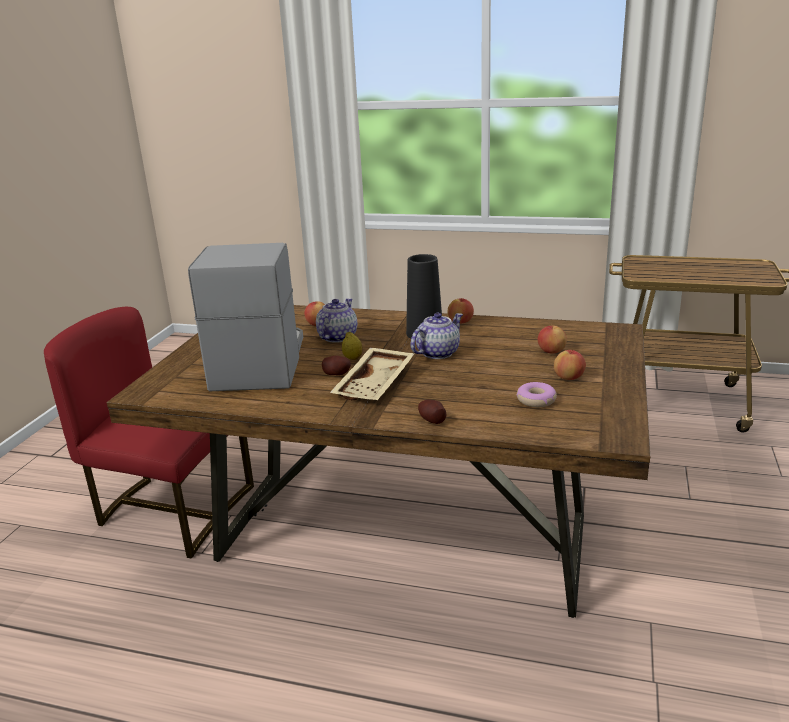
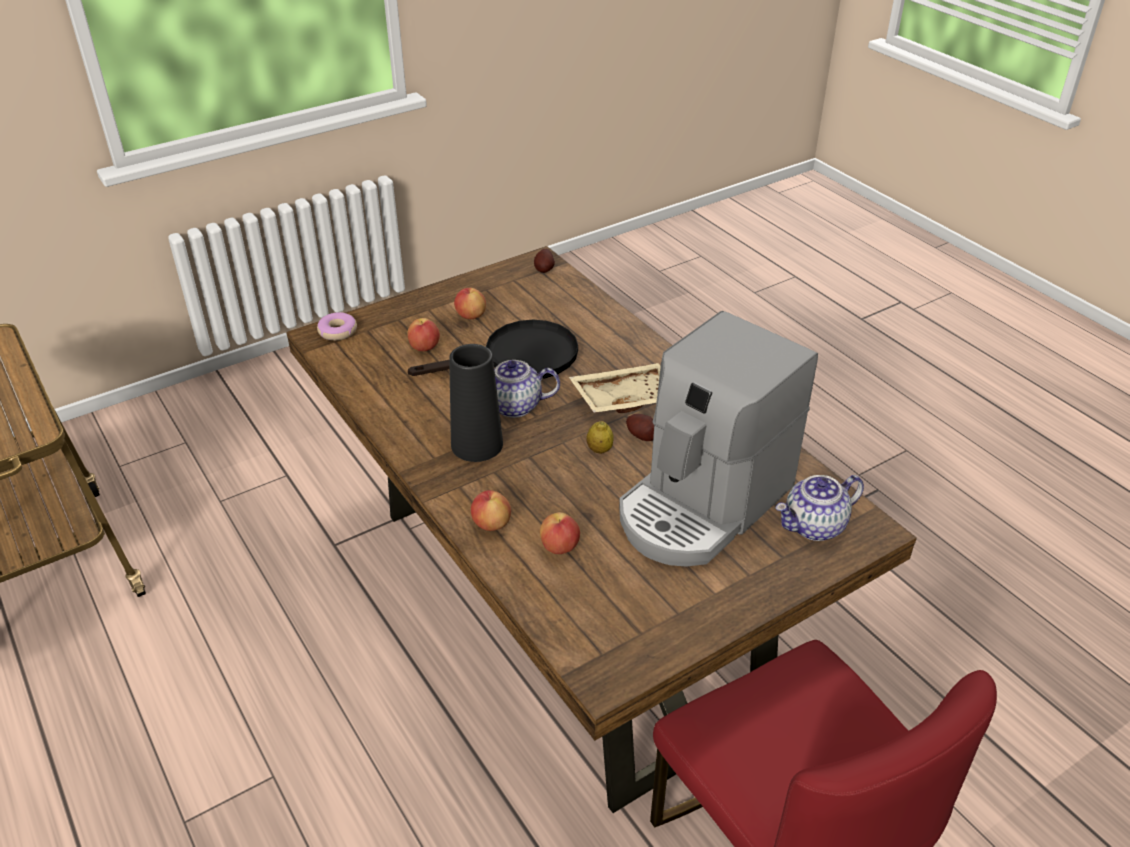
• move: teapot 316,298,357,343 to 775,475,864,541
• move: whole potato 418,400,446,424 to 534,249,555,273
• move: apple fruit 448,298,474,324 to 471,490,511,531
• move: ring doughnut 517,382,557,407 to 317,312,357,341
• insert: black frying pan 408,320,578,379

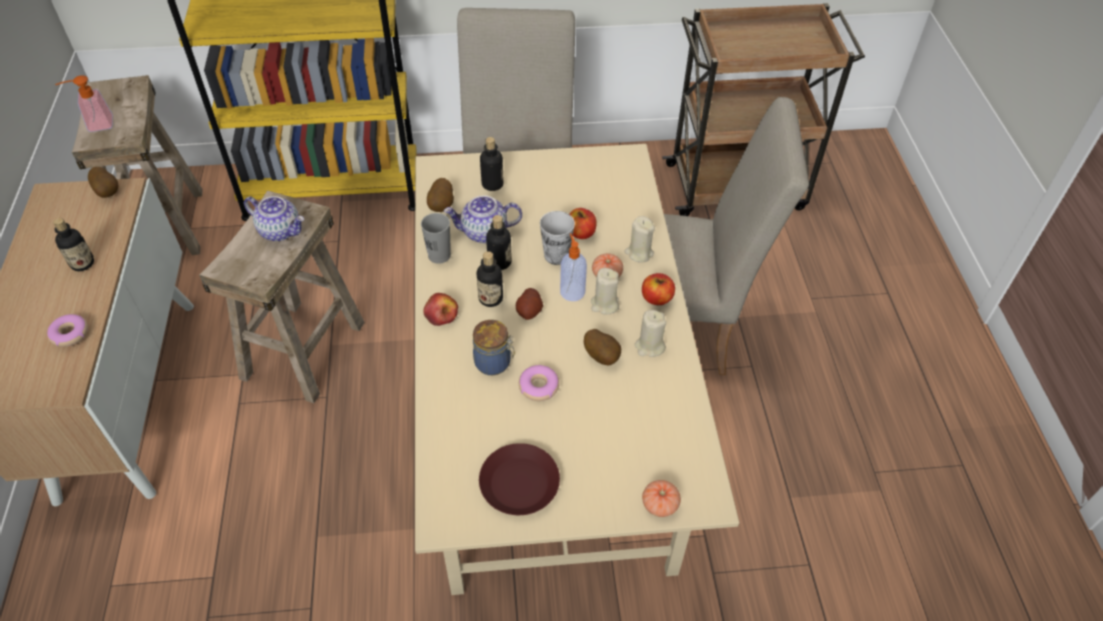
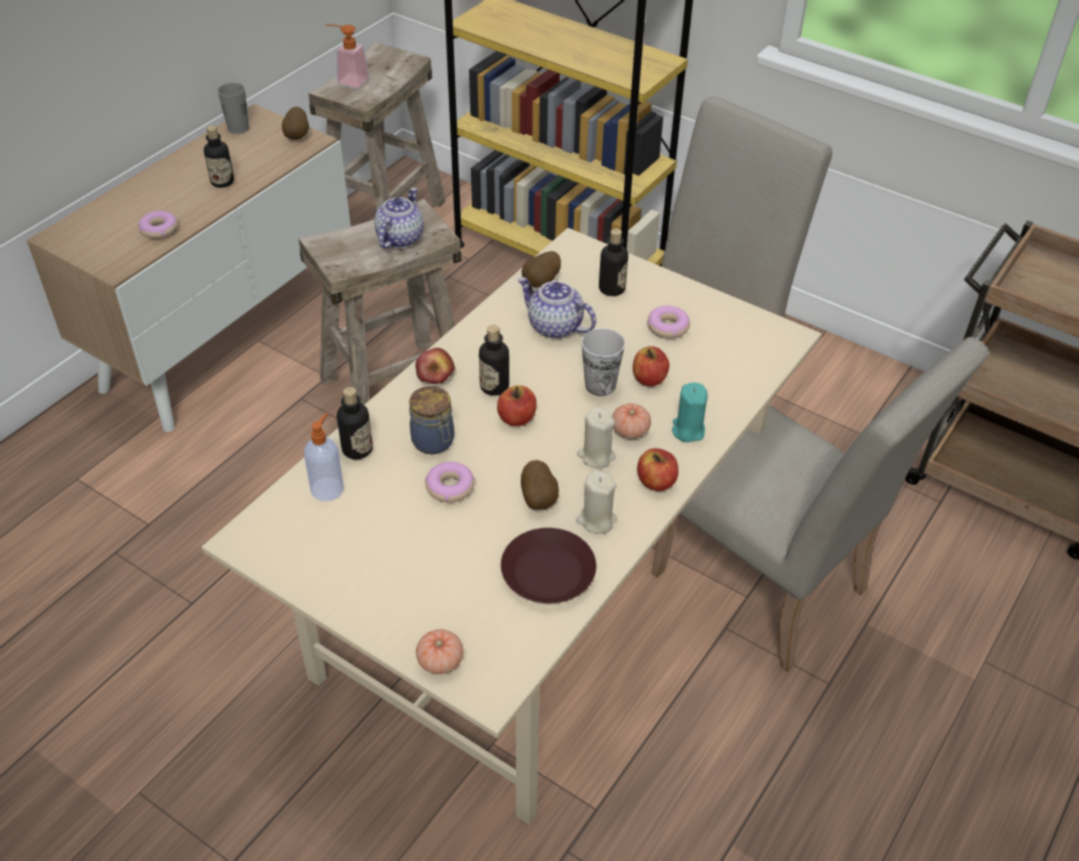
• rotate: teapot 244,196,304,241 = 374,188,424,249 135 degrees counterclockwise
• move: grey small cup 421,213,451,264 to 217,83,249,134
• move: brown-coloured dinner plate 479,443,560,515 to 501,528,596,603
• move: bottle 486,215,512,270 to 337,387,373,459
• replace: whole potato 516,288,543,320 to apple fruit 497,385,537,426
• move: soap bottle 560,233,587,301 to 304,413,344,501
• recolor: beige wax light 624,216,655,263 to turquoise-coloured wax light 672,382,708,442
• insert: ring doughnut 647,306,690,339

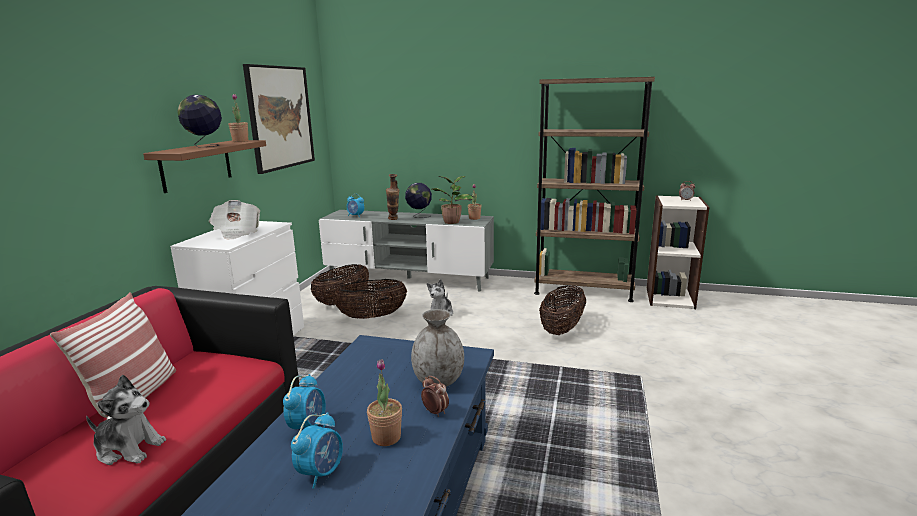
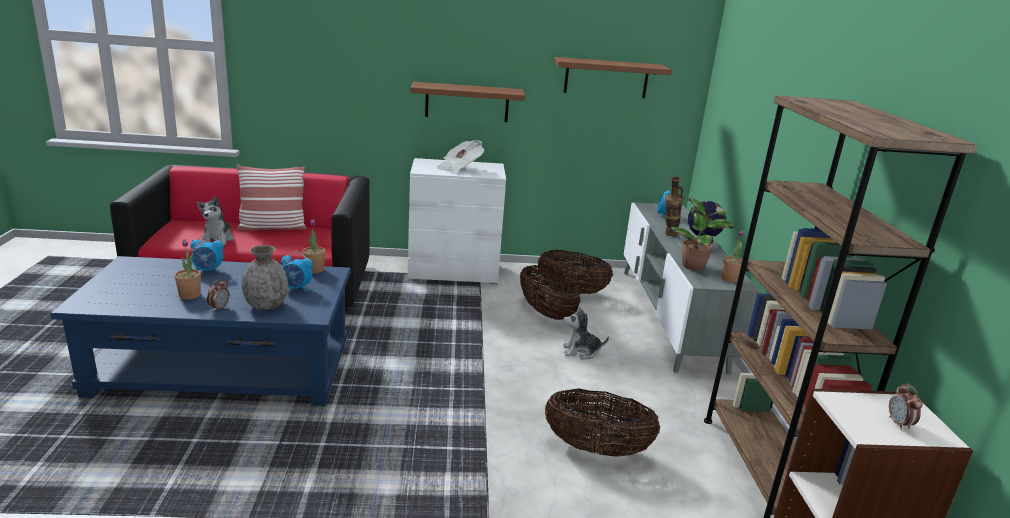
• delete: globe 177,95,222,148
• move: plant in a pot 228,94,249,142 to 303,219,325,273
• replace: wall picture 243,64,315,174 to brown-coloured wall shelf 554,57,672,98
• move: bedside clock 291,412,343,489 to 281,252,313,292

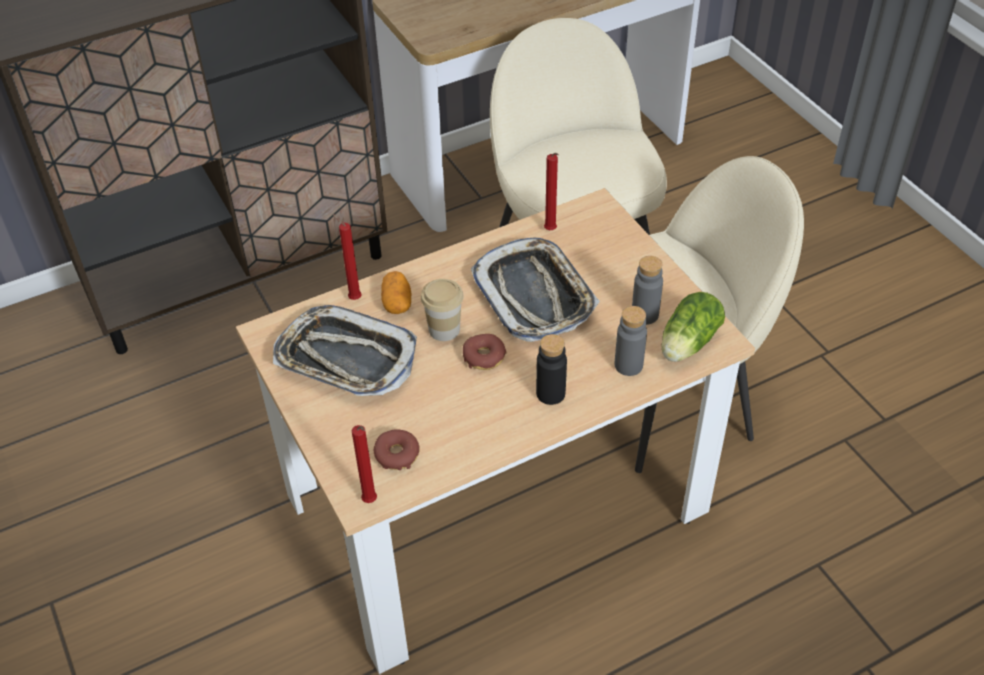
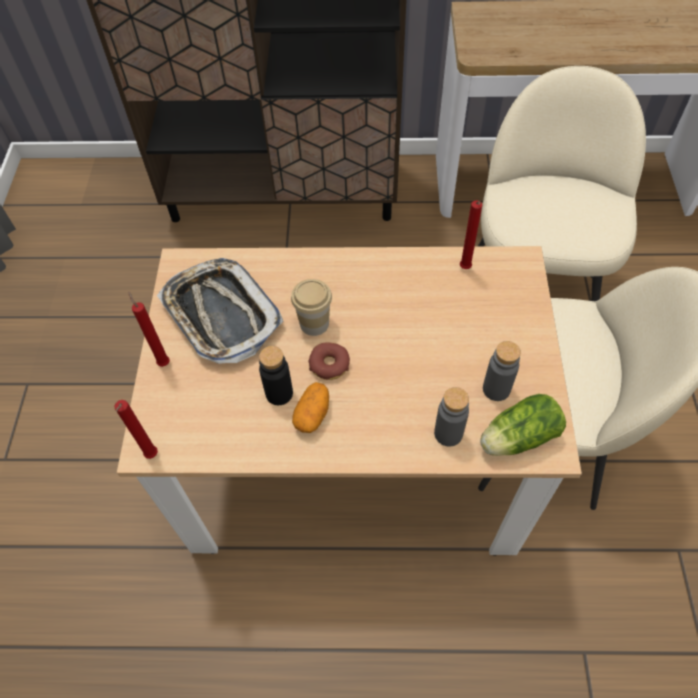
• move: red wax light 333,214,361,300 to 128,292,170,367
• delete: ring doughnut 374,429,420,470
• move: whole potato 381,271,411,314 to 292,382,329,433
• delete: tray 471,238,600,342
• move: black bottle 536,334,567,405 to 259,346,293,405

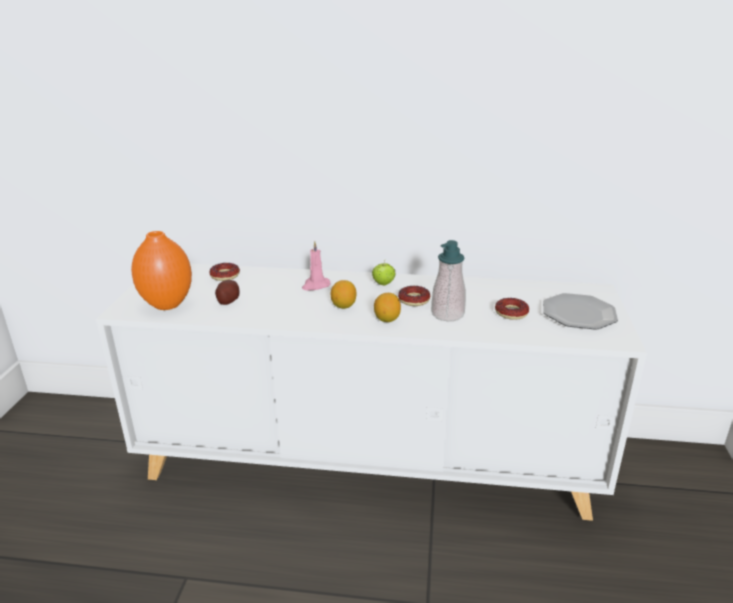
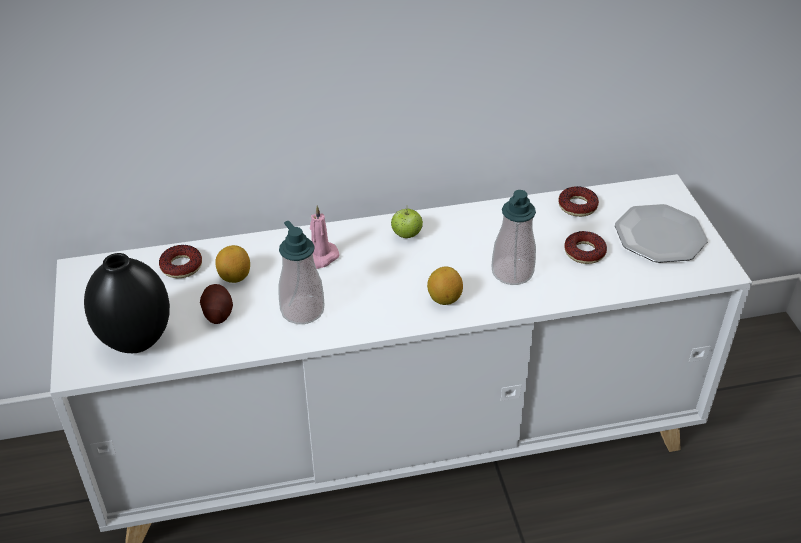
• recolor: orange flower vase 131,231,192,310 to black flower vase 84,253,170,353
• move: lemon 331,280,356,309 to 215,245,250,283
• move: ring doughnut 398,286,430,306 to 559,186,599,217
• insert: soap bottle 278,221,325,324

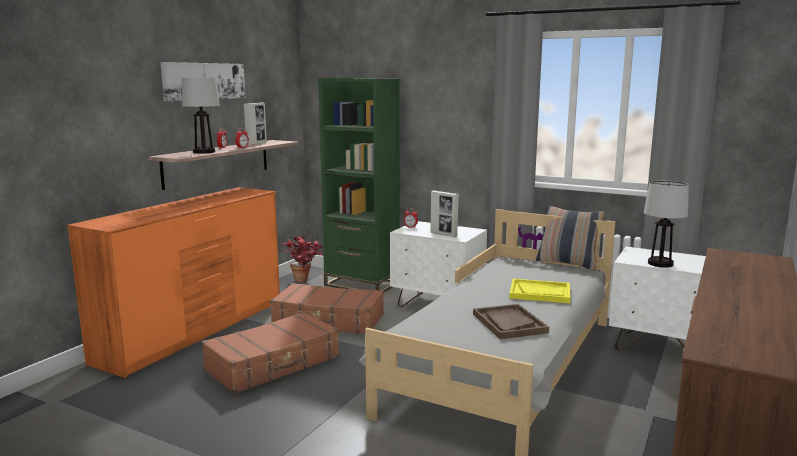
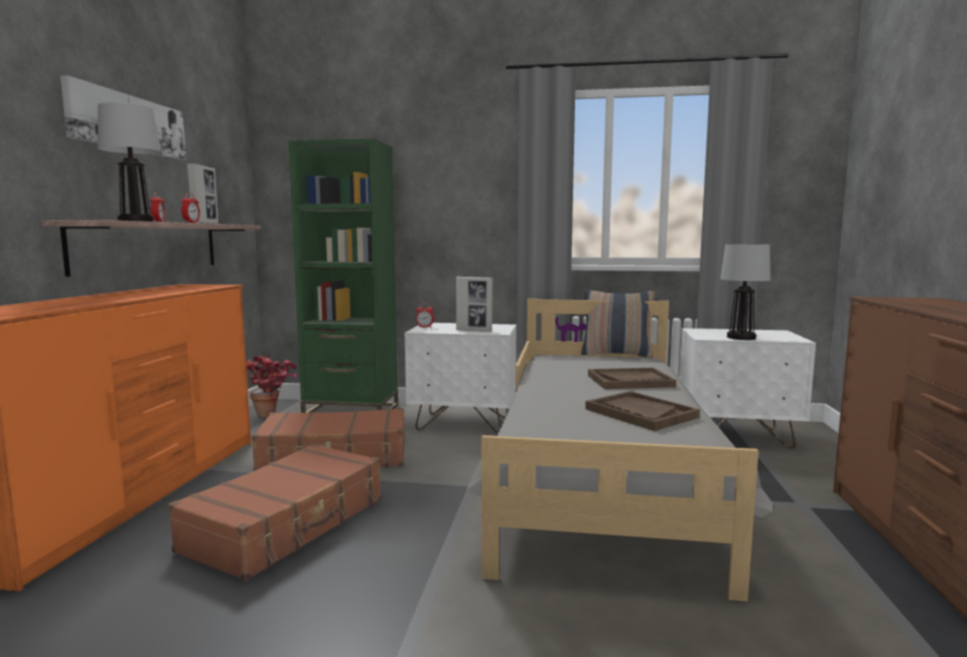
• recolor: yellow tray 509,279,570,303 to brown-coloured tray 588,368,676,389

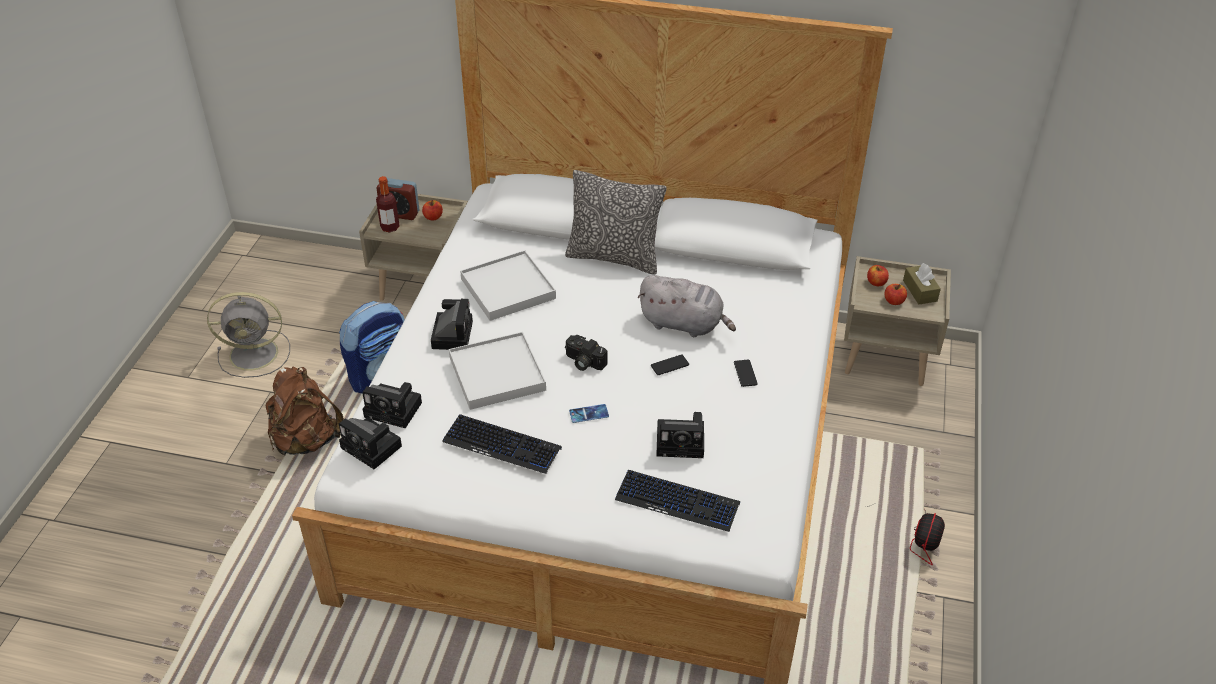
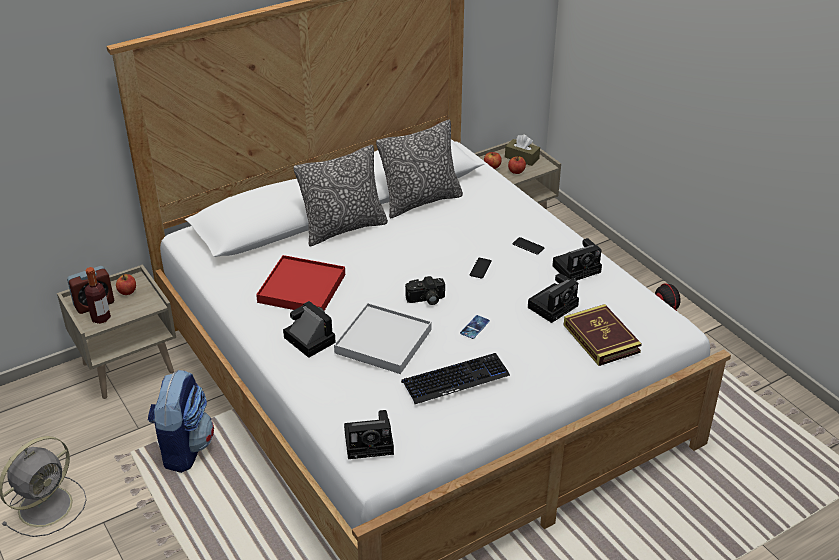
• delete: brown-coloured backpack 266,367,344,455
• move: photo camera 362,382,422,428 to 552,238,602,281
• recolor: whitish tray 460,250,556,321 to red tray 256,255,345,311
• replace: PC keyboard 615,470,740,532 to book 564,304,642,366
• delete: grey soft toy 638,275,736,337
• insert: throw pillow 376,120,463,218

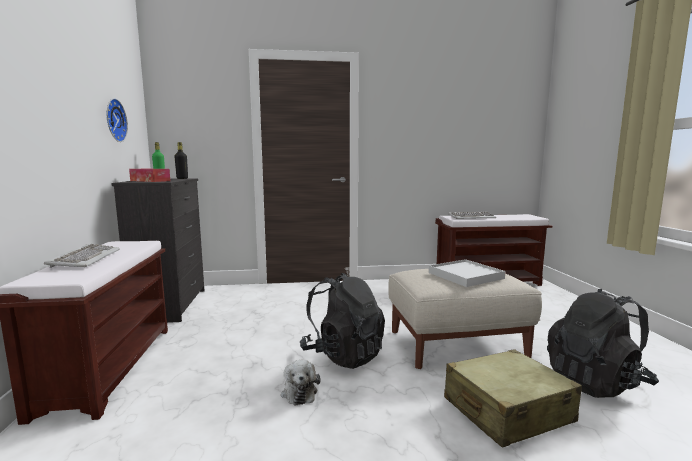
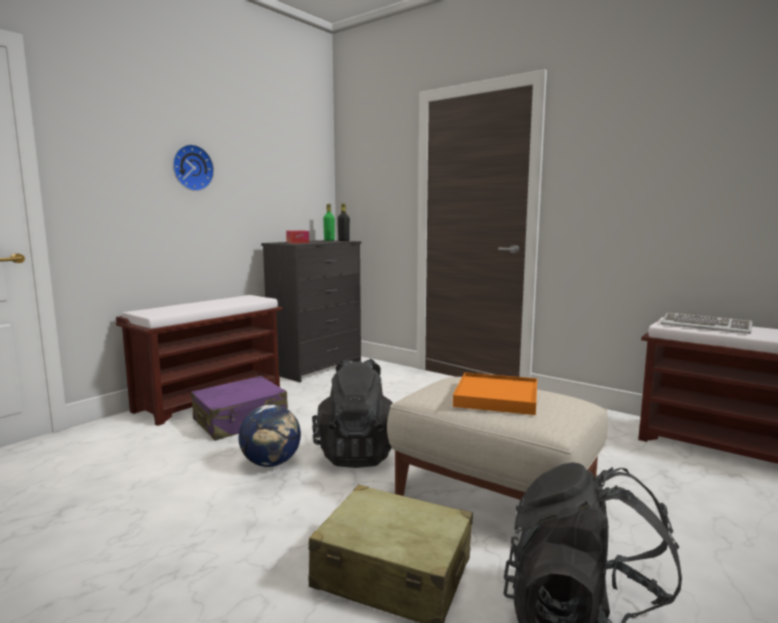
• delete: PC keyboard 44,244,120,268
• move: wall clock 107,98,128,142 to 173,144,214,191
• replace: soft toy 281,360,321,405 to globe 238,404,301,467
• recolor: whitish tray 429,259,505,287 to orange tray 453,372,537,415
• insert: purple-coloured travel case 191,376,288,441

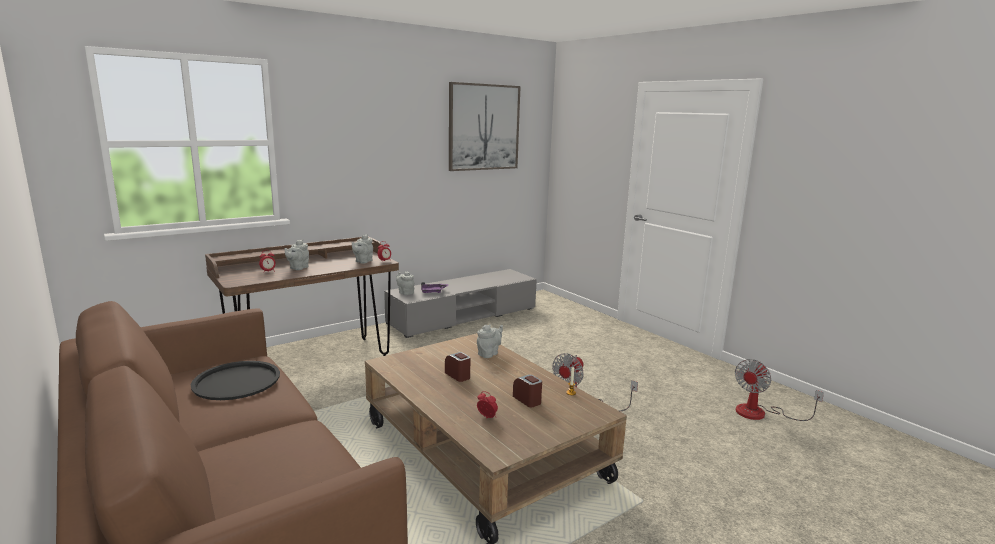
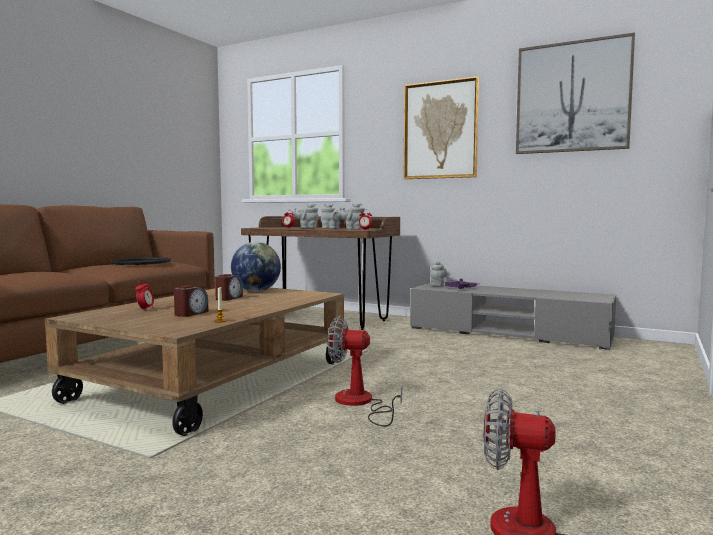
• move: grey teapot 477,324,503,358 to 321,204,345,229
• insert: globe 231,242,281,292
• insert: wall picture 404,76,479,179

